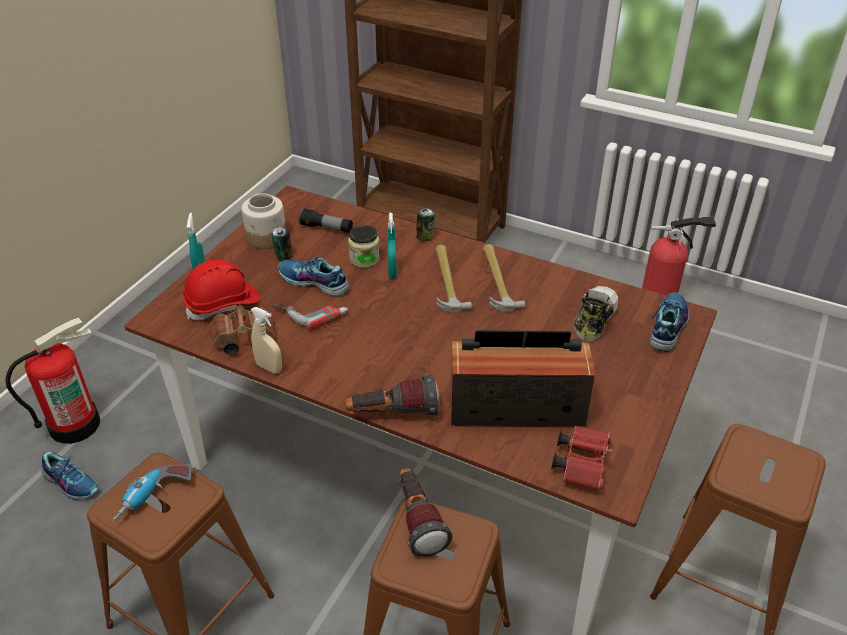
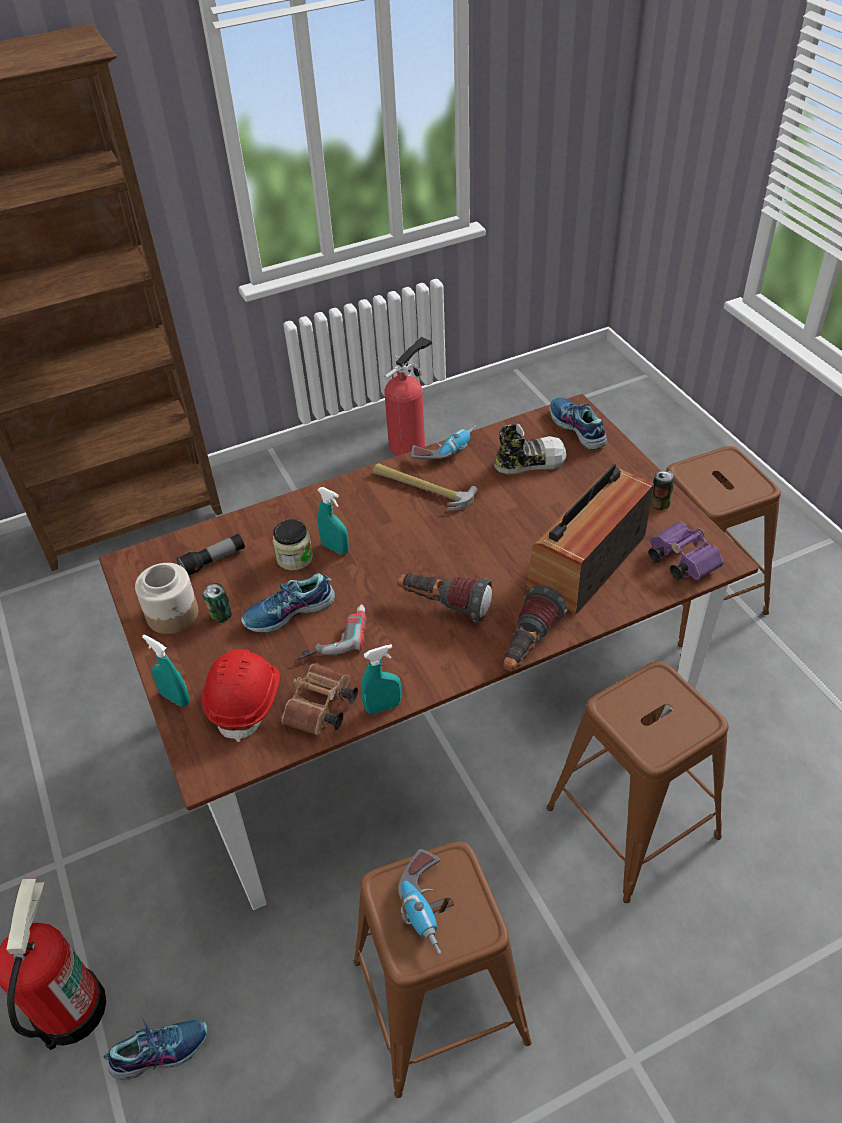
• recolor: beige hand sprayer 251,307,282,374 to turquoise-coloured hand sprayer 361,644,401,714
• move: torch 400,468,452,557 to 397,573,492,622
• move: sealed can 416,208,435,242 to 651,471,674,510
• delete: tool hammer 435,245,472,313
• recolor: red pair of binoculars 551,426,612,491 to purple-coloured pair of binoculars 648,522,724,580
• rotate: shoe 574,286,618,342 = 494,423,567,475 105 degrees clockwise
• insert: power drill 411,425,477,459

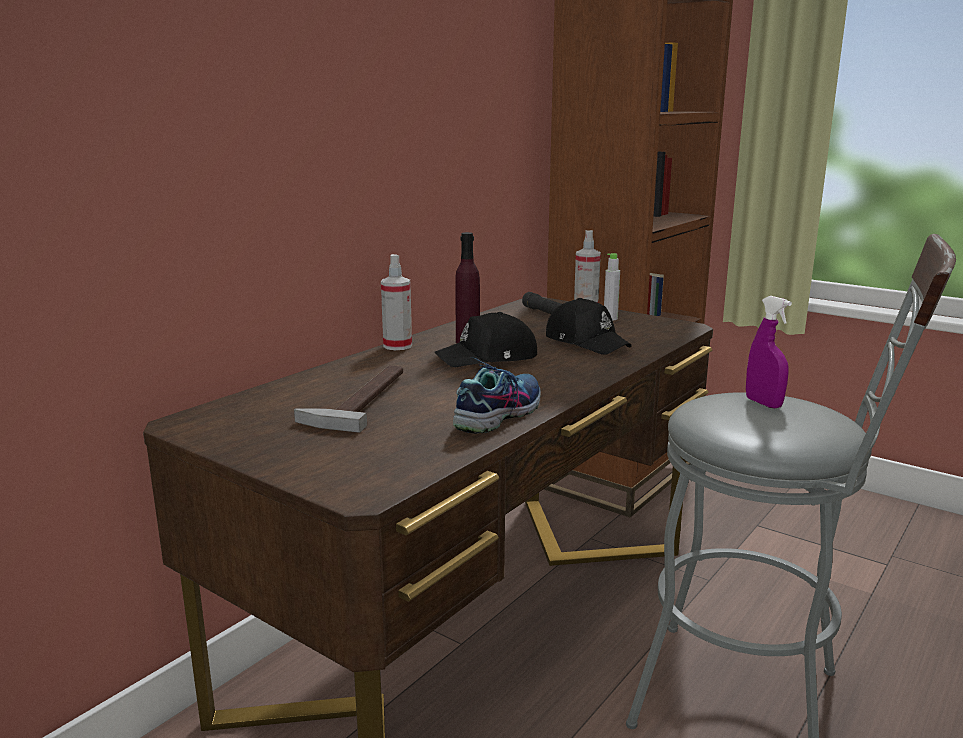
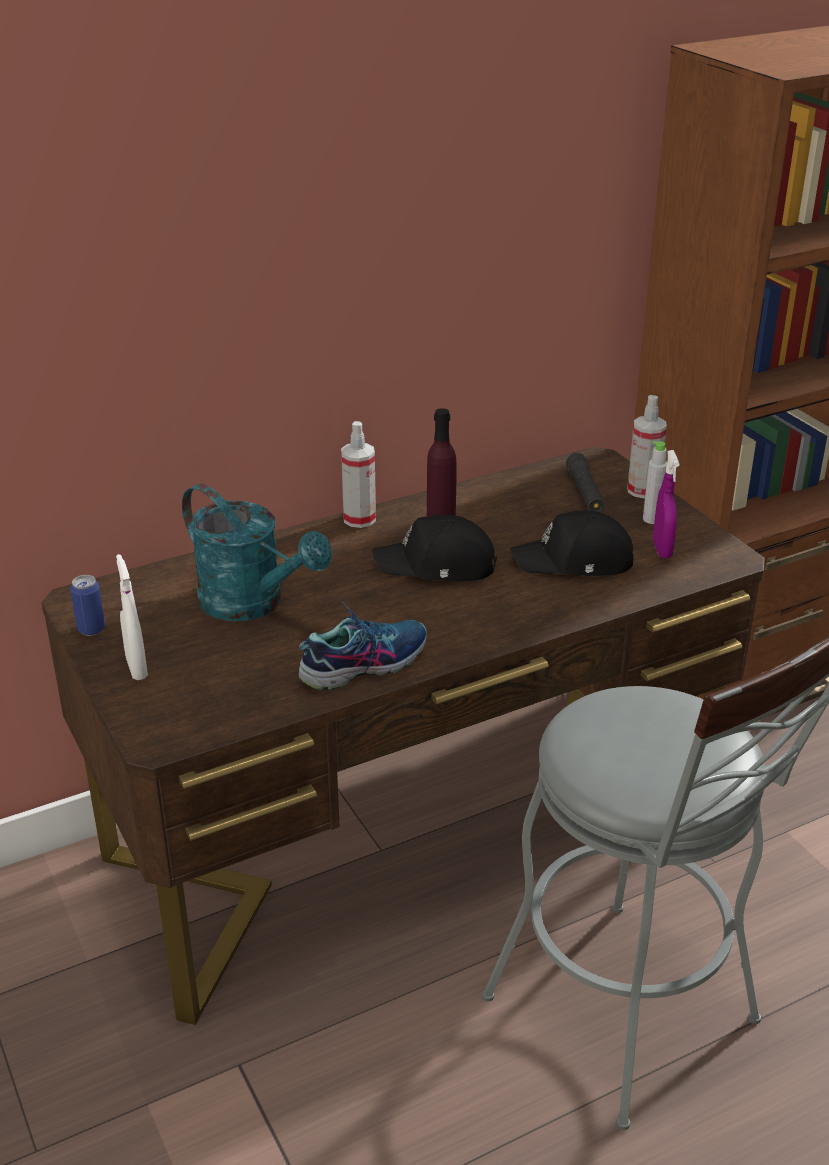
• replace: tool hammer 294,365,403,433 to turquoise-coloured sprinkling can 182,483,332,621
• rotate: black peaked cap 546,298,632,355 = 511,511,633,576 105 degrees clockwise
• move: purple-coloured hand sprayer 746,296,792,408 to 653,450,679,558
• insert: sealed can 70,575,105,636
• insert: whitish hand sprayer 116,554,148,680

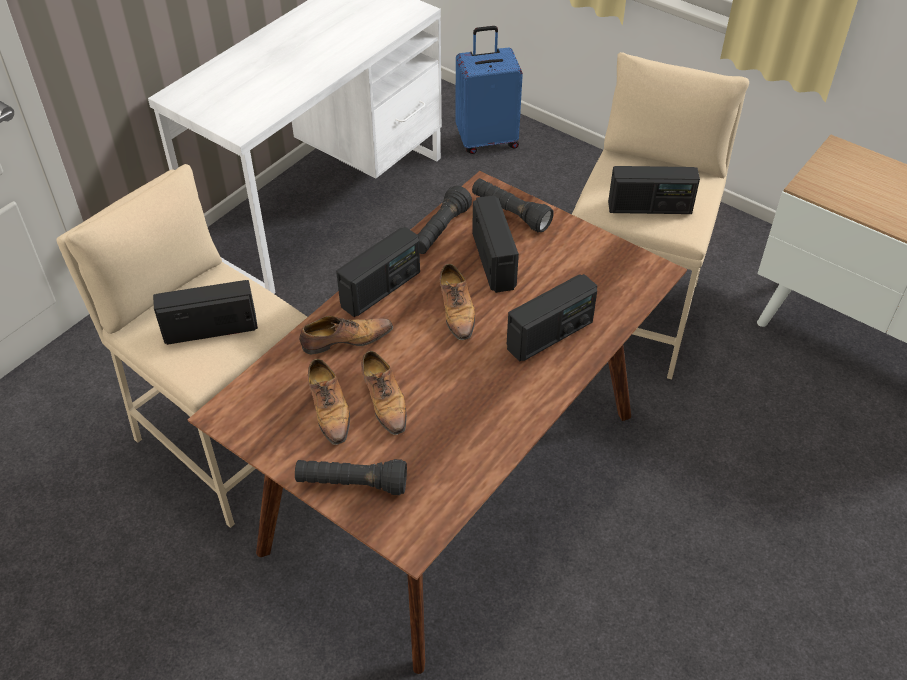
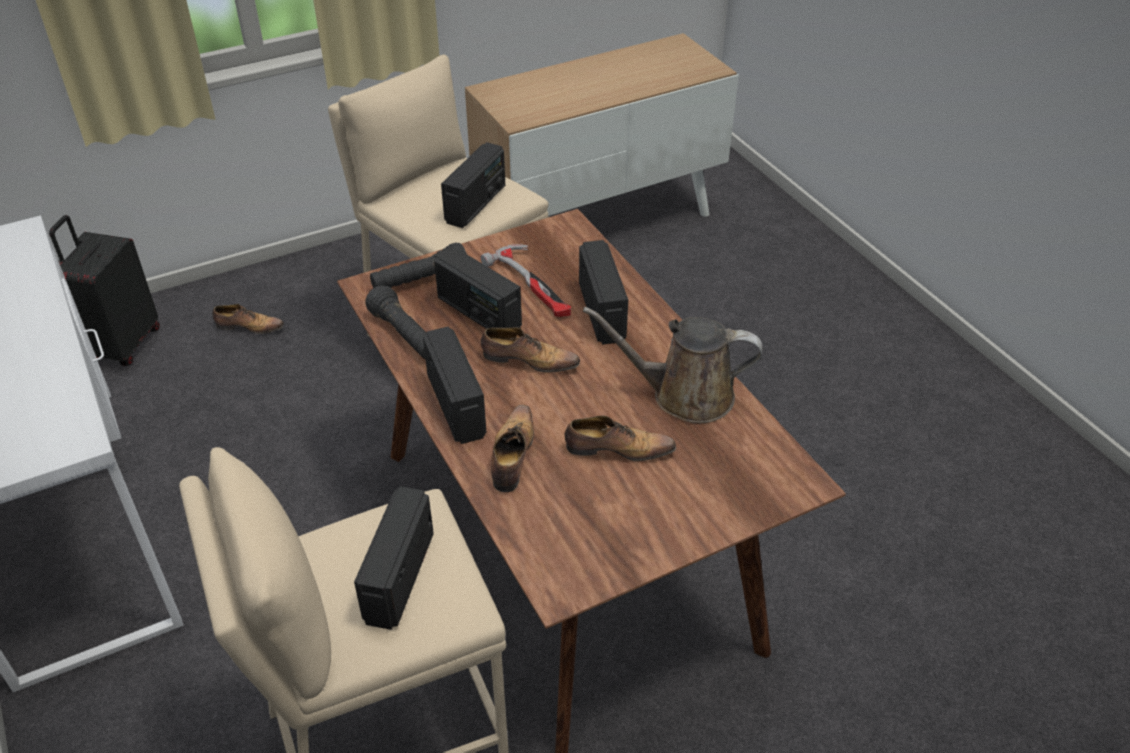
• delete: black torch 295,459,407,495
• move: shoe 308,359,350,445 to 212,304,284,334
• recolor: bluish travel case 456,26,523,154 to black travel case 49,215,160,366
• rotate: radio receiver 472,195,519,293 = 434,246,522,329 150 degrees counterclockwise
• insert: tool hammer 481,244,571,317
• insert: brown-coloured sprinkling can 583,306,763,423

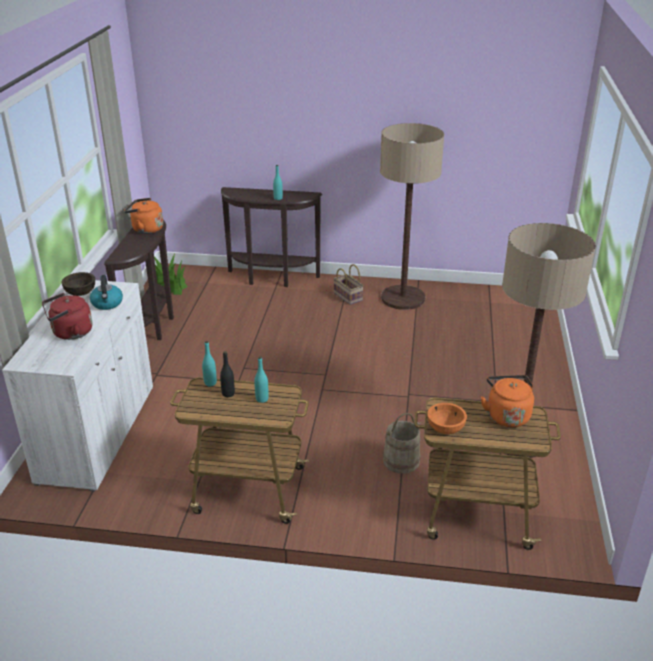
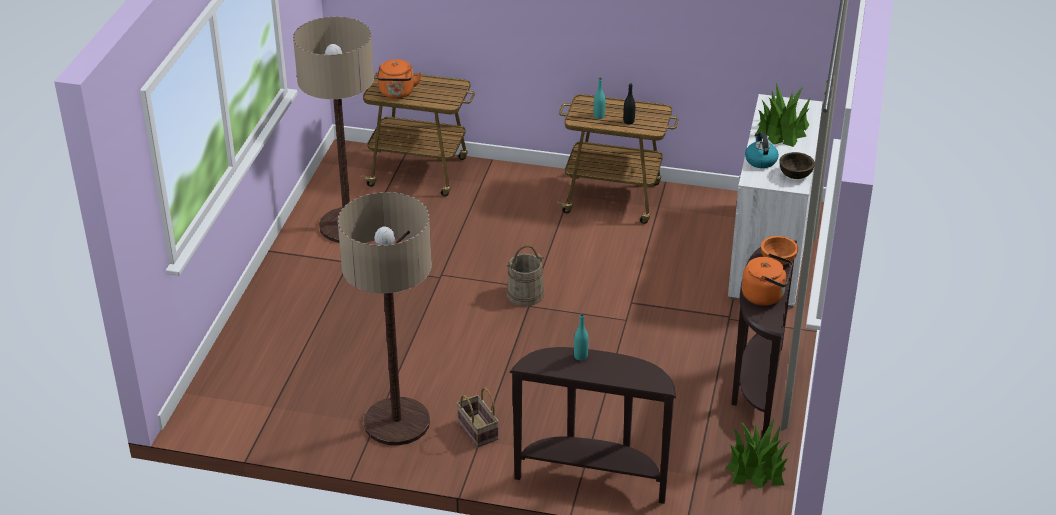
• replace: red tea kettle 42,293,92,340 to plant in a pot 754,83,811,147
• delete: turquoise-coloured bottle 202,341,217,386
• move: beige bucket 383,413,421,474 to 507,245,544,306
• move: orange serving bowl 427,403,467,434 to 761,236,798,265

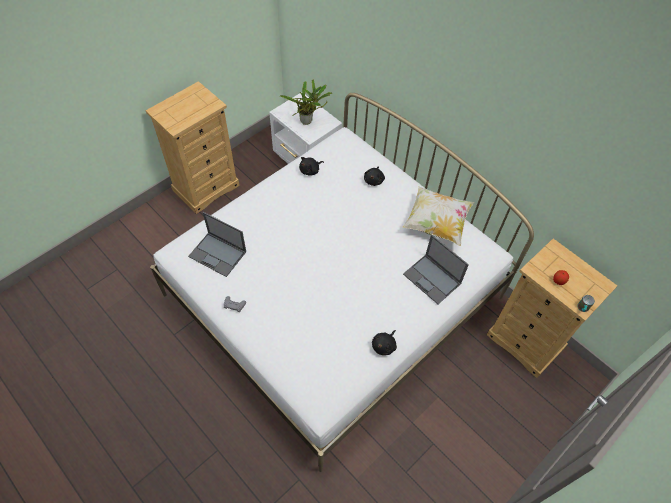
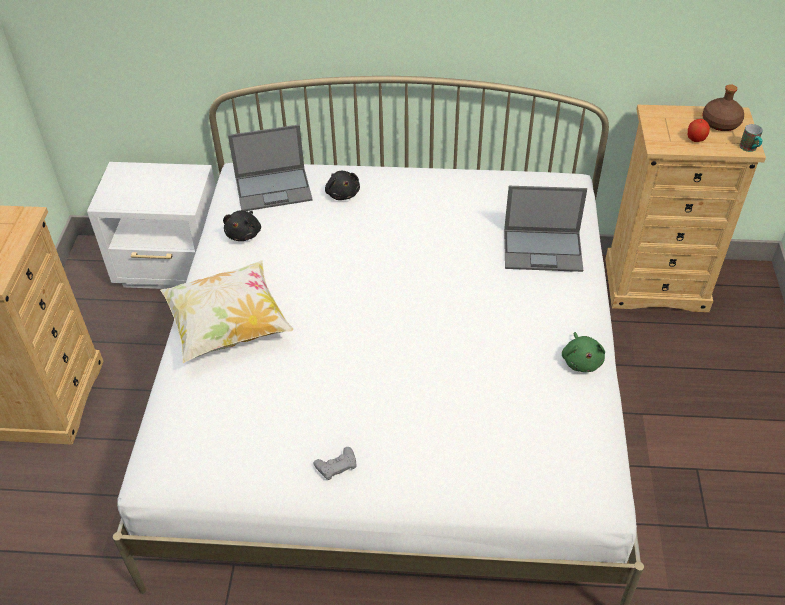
• move: laptop 188,212,246,277 to 228,124,313,211
• delete: plant in a pot 280,80,332,125
• recolor: black soft toy 372,330,397,355 to green soft toy 562,332,605,372
• move: throw pillow 402,186,474,246 to 160,260,293,363
• insert: brown-coloured bottle 702,84,744,131

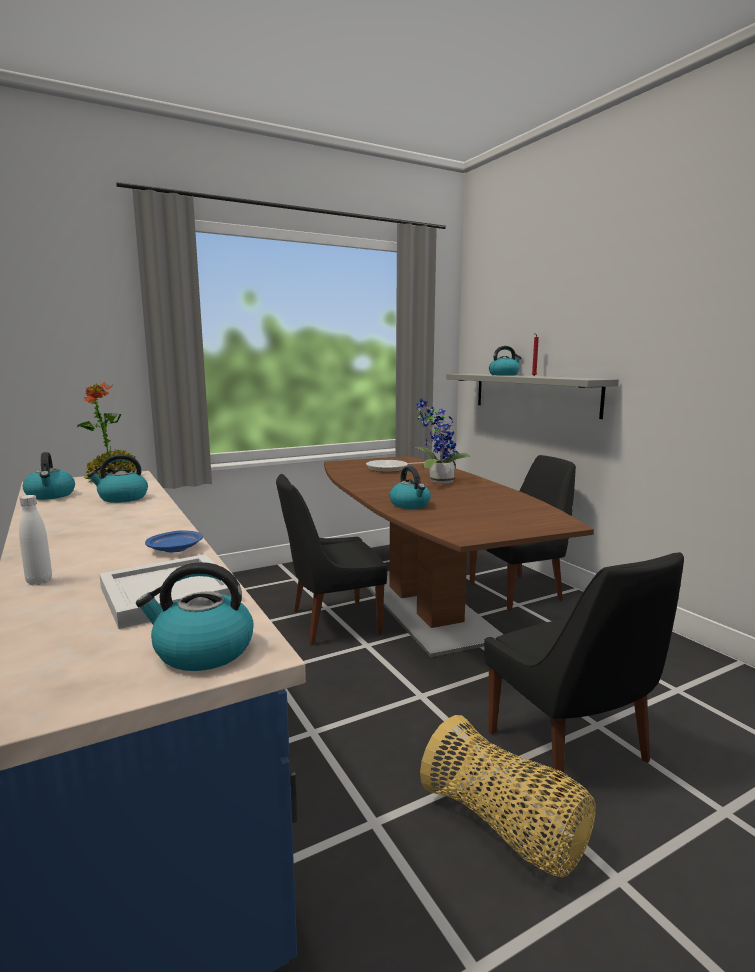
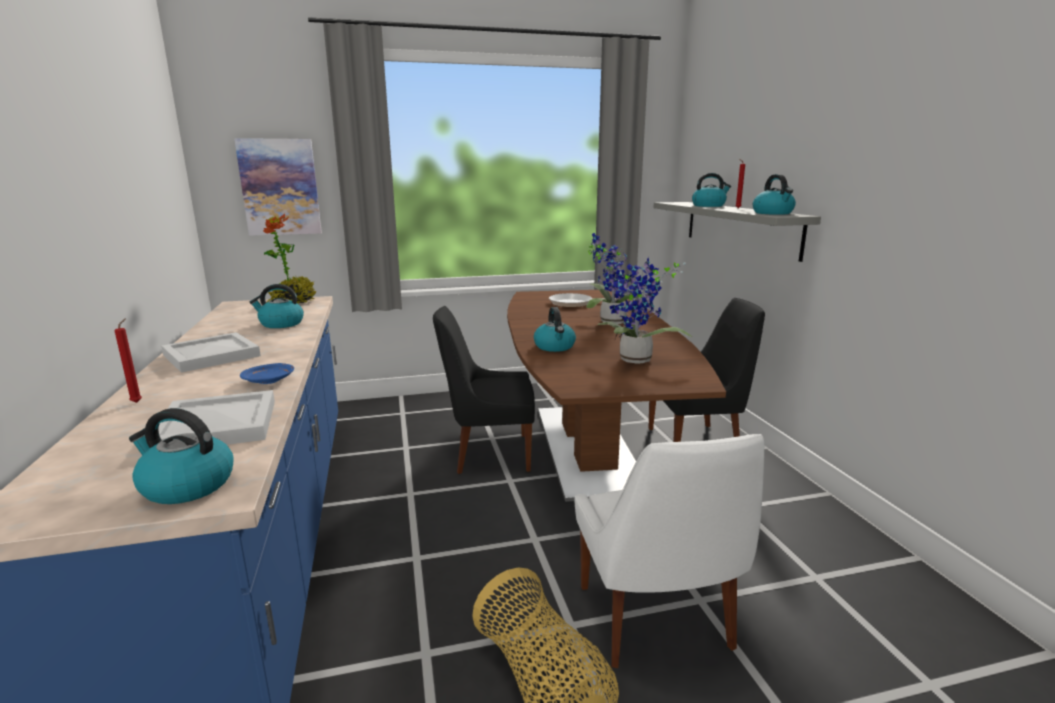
• replace: whitish bottle 19,495,52,585 to red wax light 114,318,142,403
• move: tea kettle 23,452,75,500 to 753,174,796,215
• recolor: black upright chair 484,552,684,797 to whitish upright chair 575,434,764,668
• insert: whitish tray 161,332,261,373
• insert: wall picture 234,138,322,236
• insert: plant in a pot 598,257,692,364

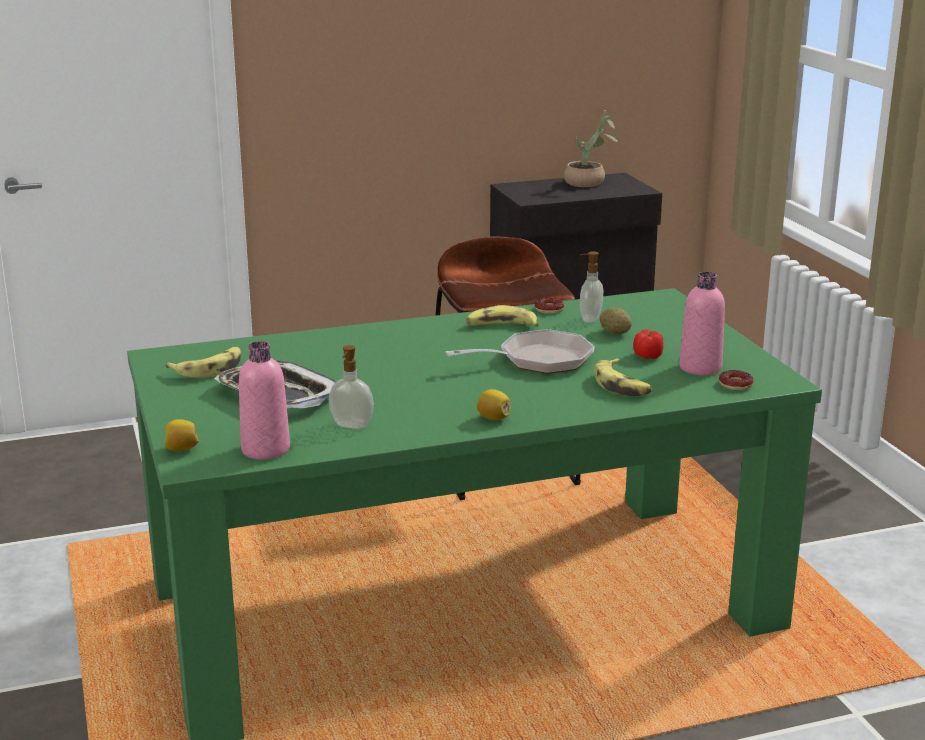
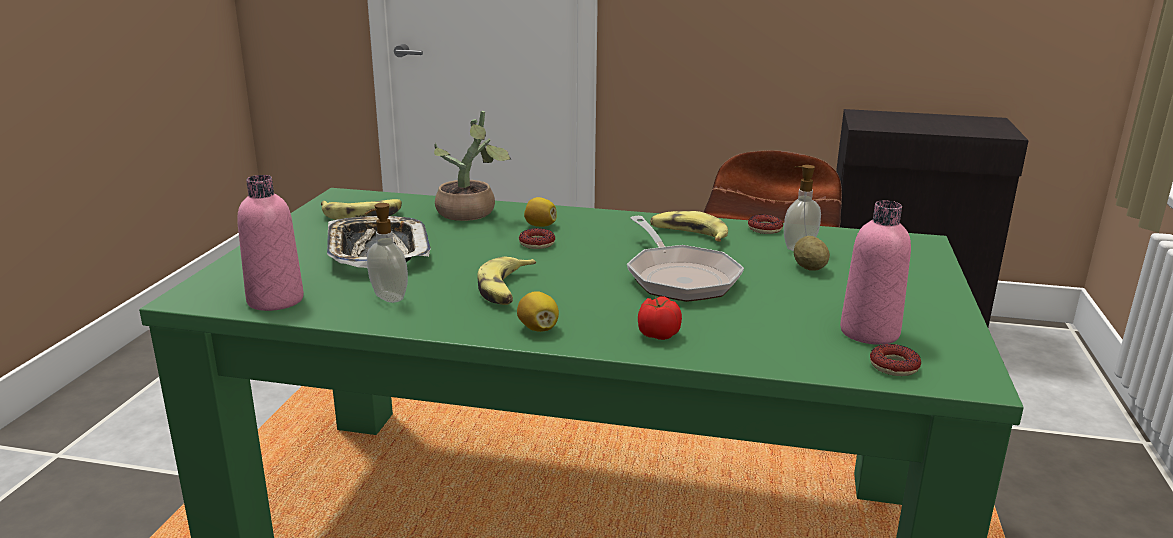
• move: lemon 165,419,199,451 to 524,197,557,227
• rotate: frying pan 445,329,595,374 = 627,216,744,302 60 degrees clockwise
• move: plant in a pot 564,110,619,187 to 434,111,511,221
• move: banana fruit 594,358,652,396 to 477,257,536,305
• move: fresh tomato 633,330,663,359 to 638,296,682,340
• insert: ring doughnut 519,228,555,249

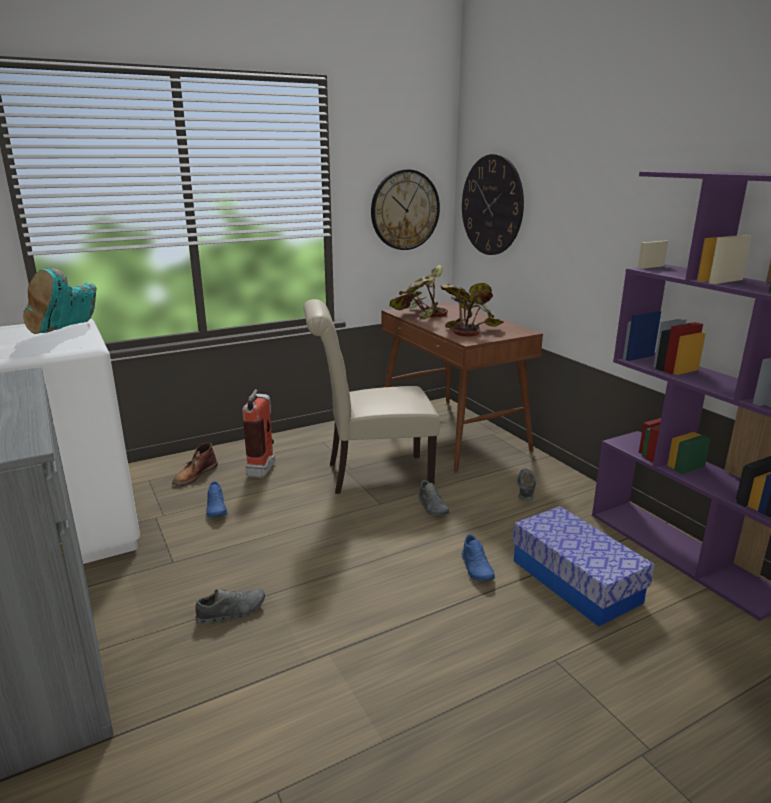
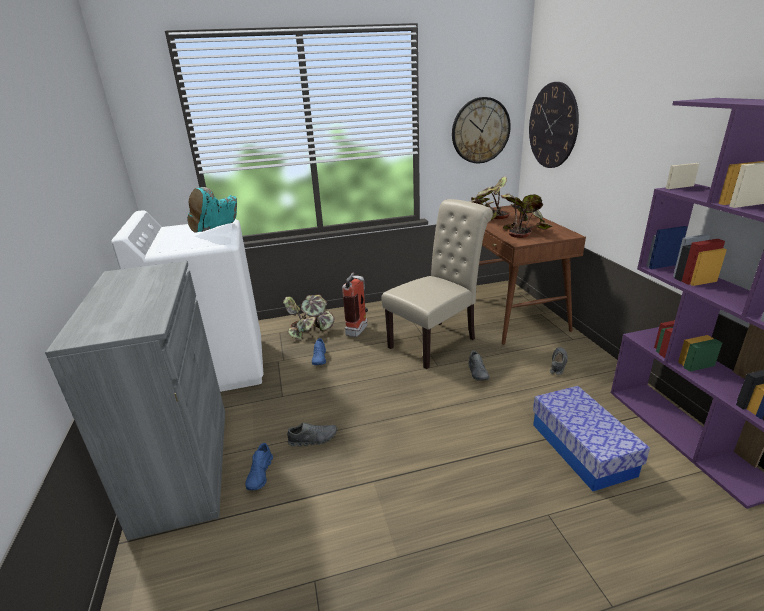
• replace: brown-coloured tall boot 172,443,218,486 to plant in a pot 283,294,334,340
• rotate: beige upright chair 303,299,440,494 = 382,199,493,369 135 degrees clockwise
• move: bluish shoe 462,534,495,581 to 245,443,273,490

